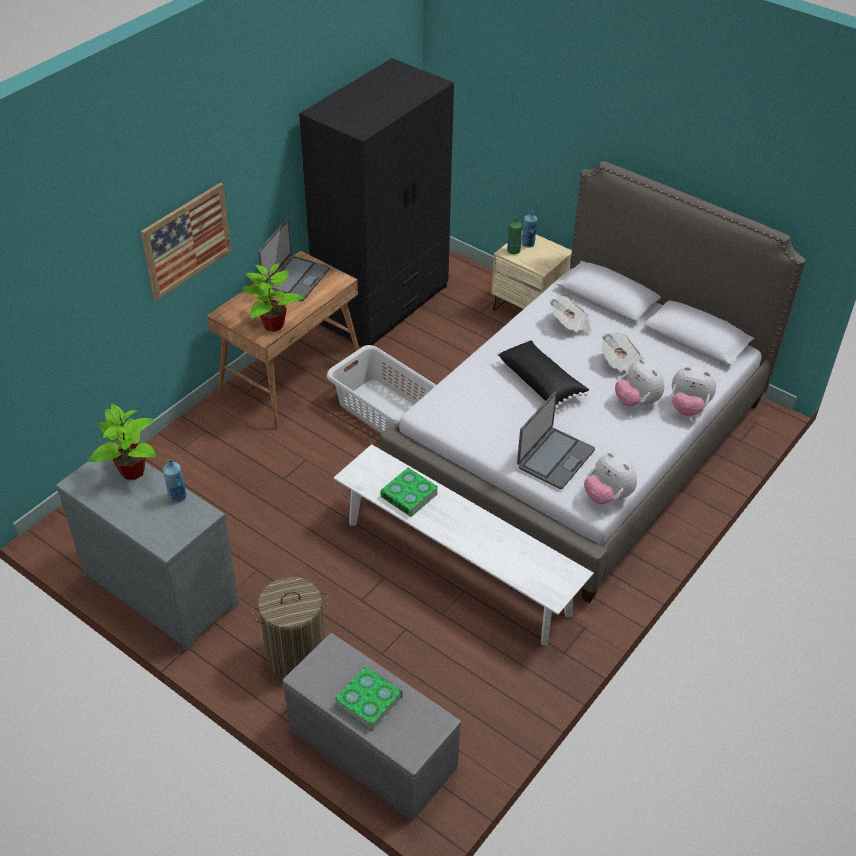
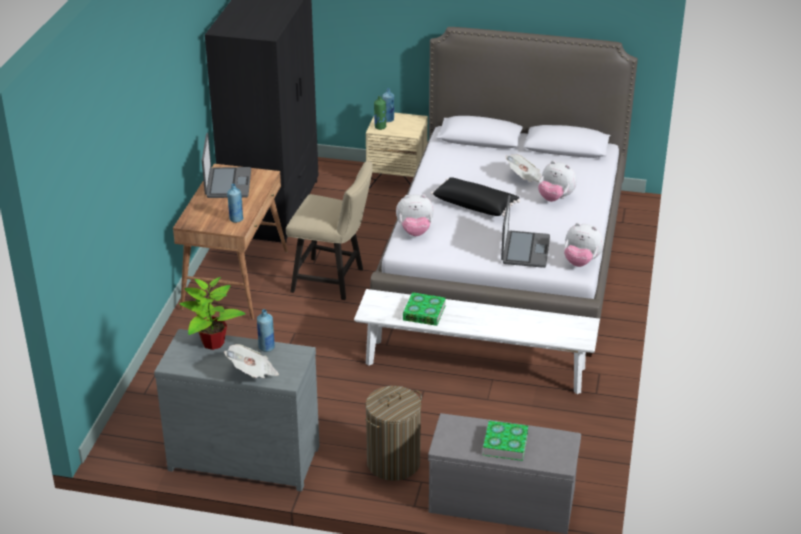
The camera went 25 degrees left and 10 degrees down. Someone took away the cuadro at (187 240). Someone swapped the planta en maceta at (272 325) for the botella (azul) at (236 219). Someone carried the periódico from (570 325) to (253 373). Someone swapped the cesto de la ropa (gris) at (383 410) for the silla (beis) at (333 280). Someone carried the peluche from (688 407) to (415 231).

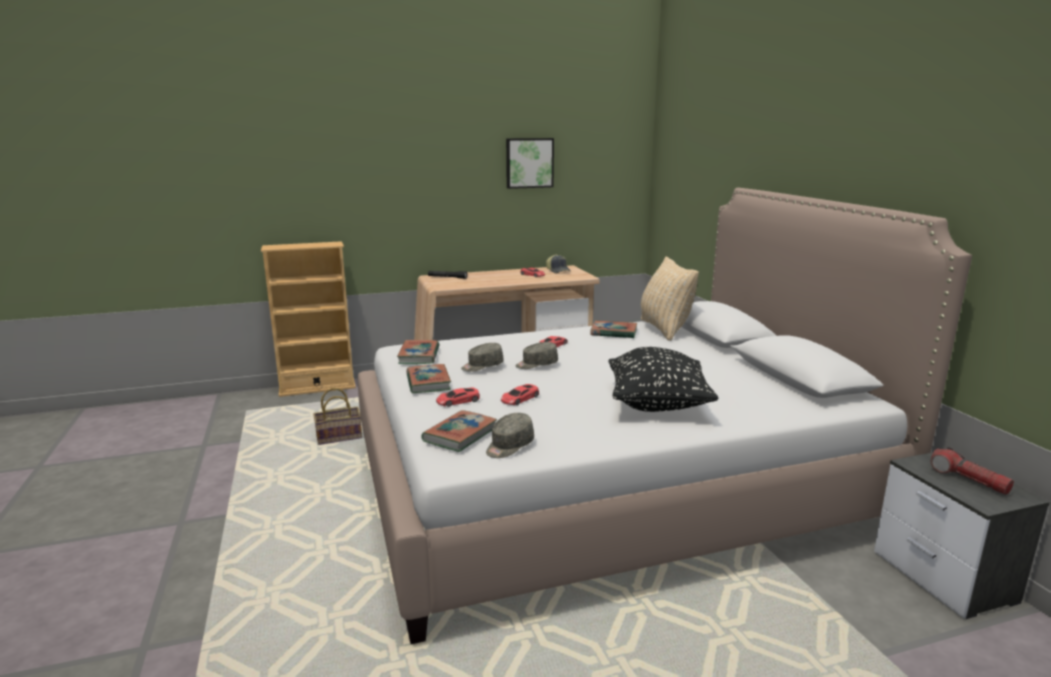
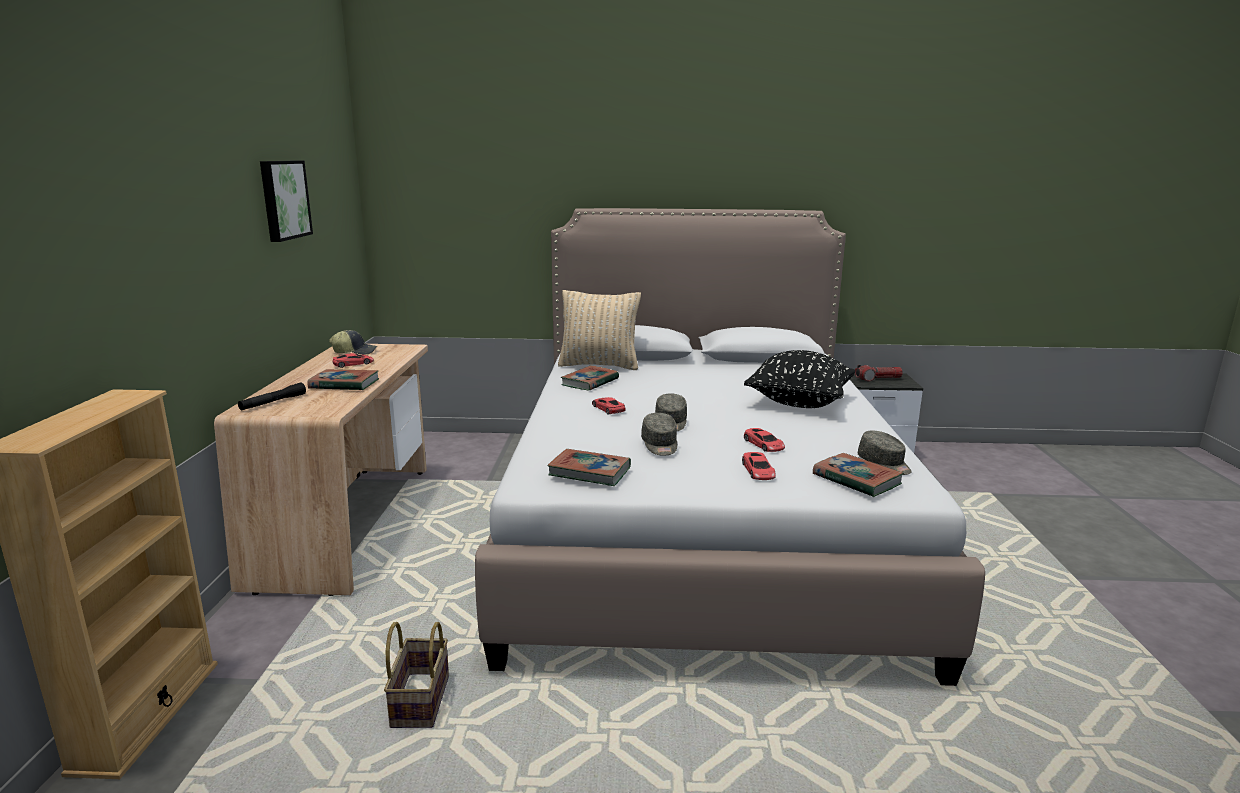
The camera went 70 degrees left and 0 degrees up. Someone carried the libro from (428 382) to (344 384).

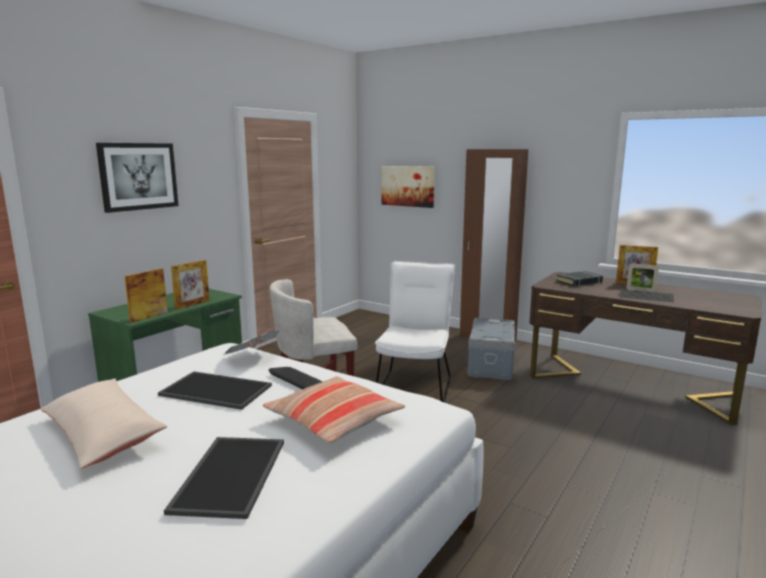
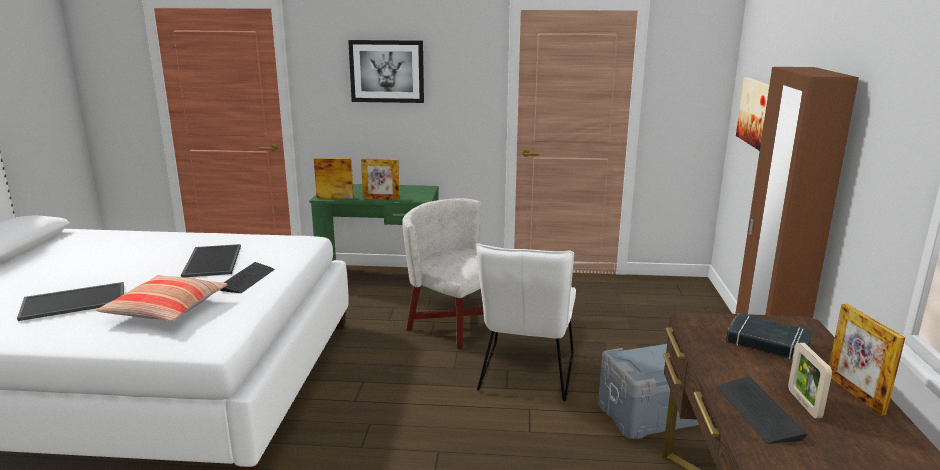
The camera went 60 degrees right and 5 degrees up. Someone rotated the silla (blanco) at (415 386) by 120 degrees clockwise. Someone took away the periódico at (252 357). Someone took away the cojín (beis) at (102 434).

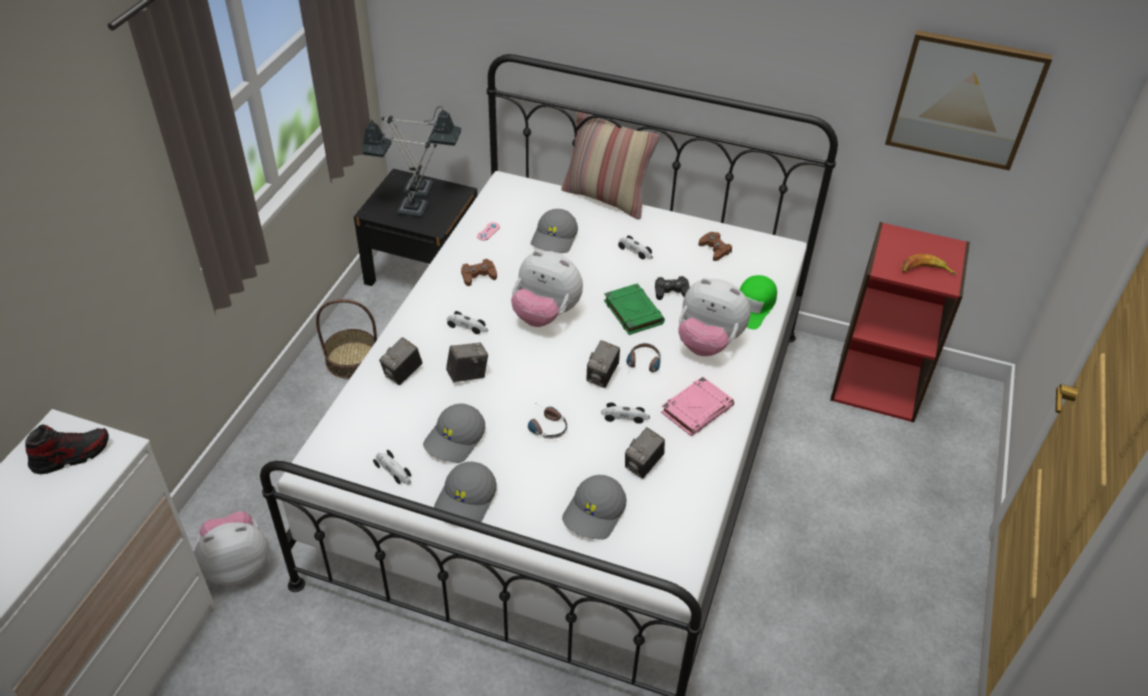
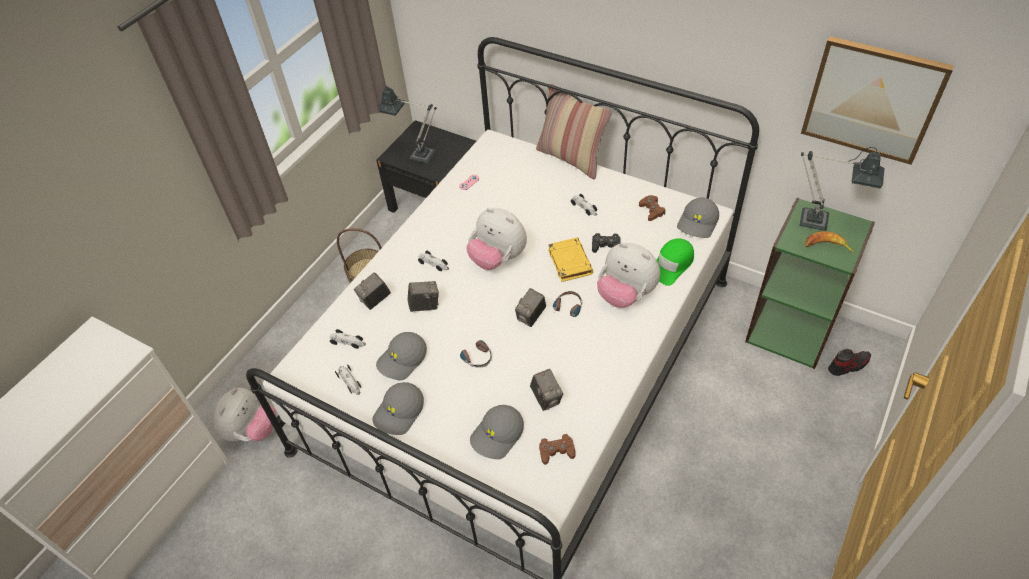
The camera went 15 degrees right and 5 degrees up. Someone carried the lámpara de mesa from (426 189) to (822 222). Someone carried the gorra (gris) from (555 238) to (698 223). Someone repainted the estantería (rojo) at (877 382), which became the estantería (verde) at (790 330). Someone carried the mando de consola (marrón) from (478 276) to (556 451). Someone repainted the libro (verde) at (632 312), which became the libro (amarillo) at (569 261). Someone took away the libro (rosa) at (697 409). Someone carried the coche de juguete from (625 417) to (348 342). Someone carried the zapato from (71 455) to (848 365). Someone rotated the cámara at (643 465) by 75 degrees counterclockwise. Someone rotated the peluche at (237 565) by 120 degrees clockwise.

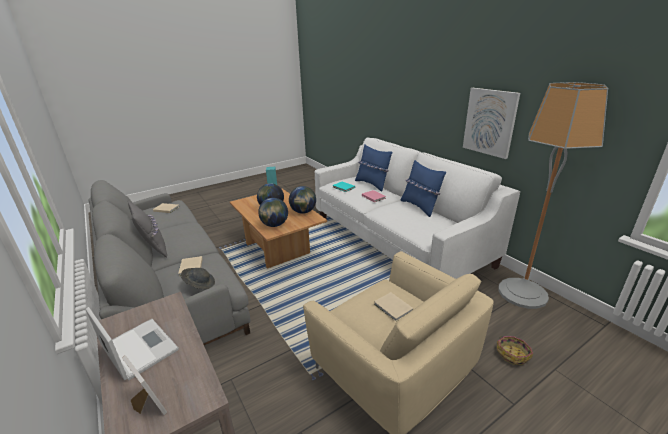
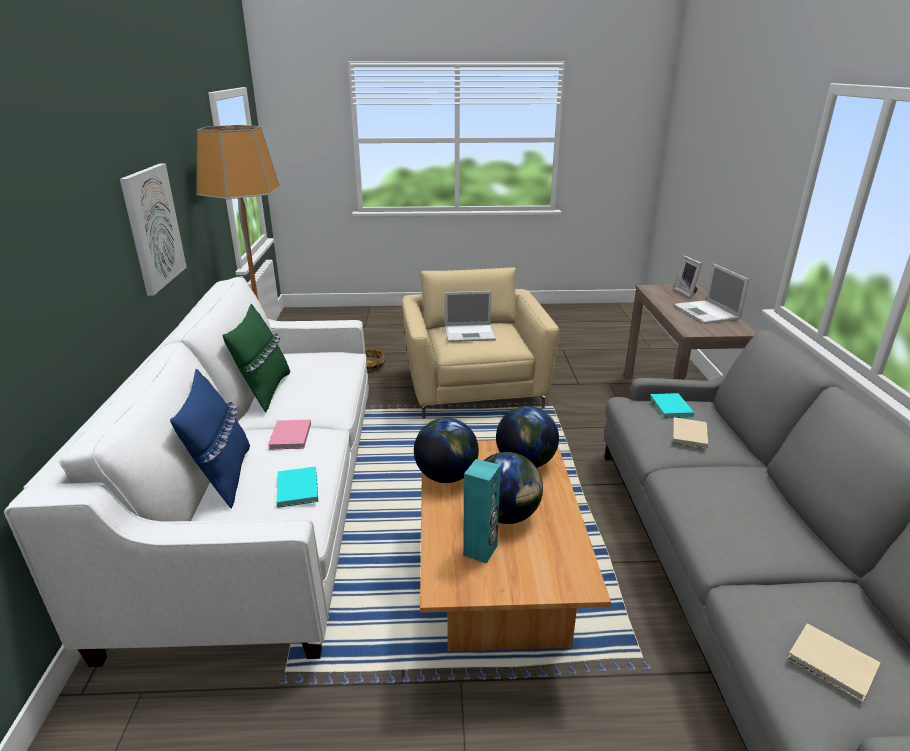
The camera went 150 degrees left and 0 degrees up. Someone repainted the cojín (azul) at (420 207), which became the cojín (verde) at (265 391). Someone took away the cojín (gris) at (153 248). Someone swapped the sombrero (gris) at (200 284) for the libro (turquesa) at (670 408). Someone swapped the libro (beis) at (393 308) for the portátil at (470 333).

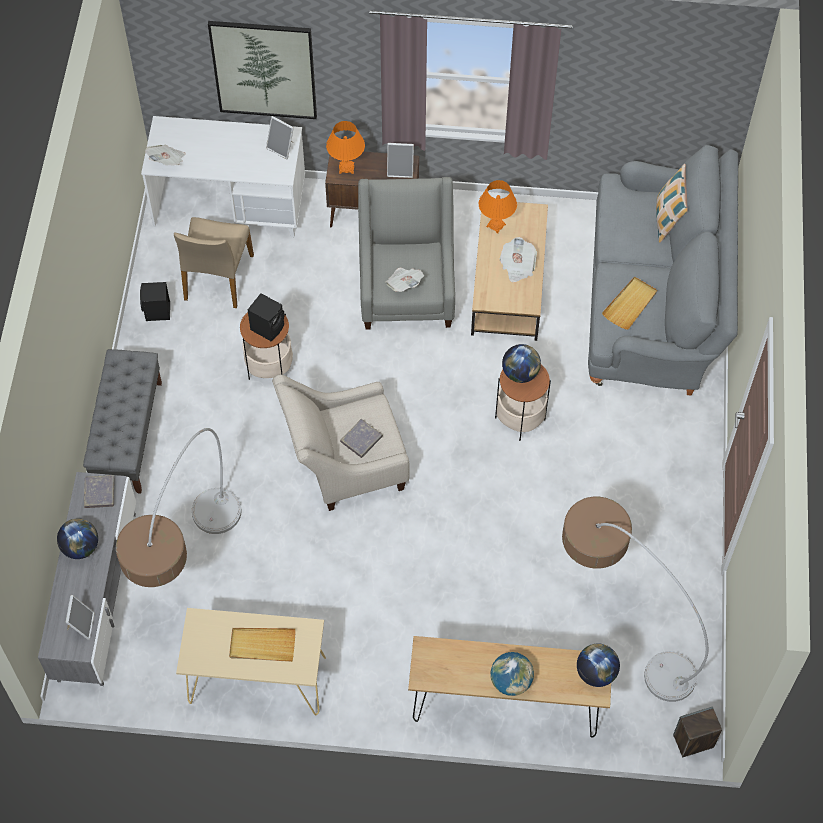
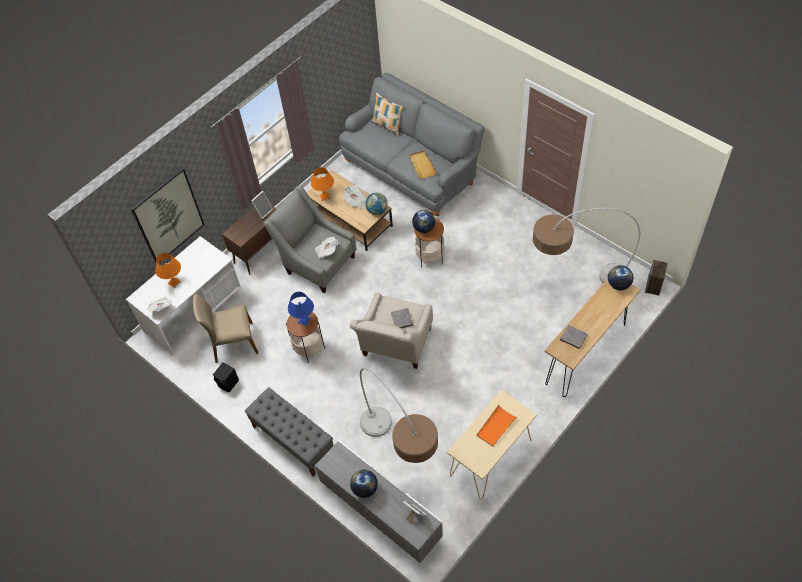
The camera went 50 degrees left and 5 degrees down. Someone took away the portarretratos at (282 148). Someone carried the lámpara de mesa (naranja) from (346 168) to (174 282). Someone rotated the silla (beis) at (217 278) by 120 degrees clockwise. Someone swapped the altavoz (negro) at (268 327) for the lámpara de mesa (azul) at (304 321). Someone carried the libro (gris) from (99 493) to (573 337). Someone repainted the bandeja (beis) at (262 645), which became the bandeja (naranja) at (496 427). Someone carried the globo terráqueo from (511 681) to (377 211).

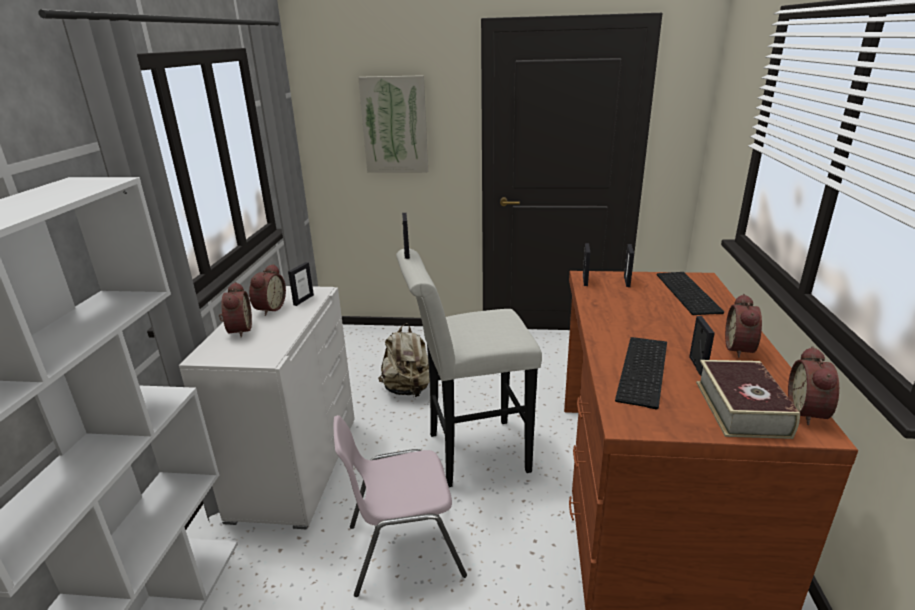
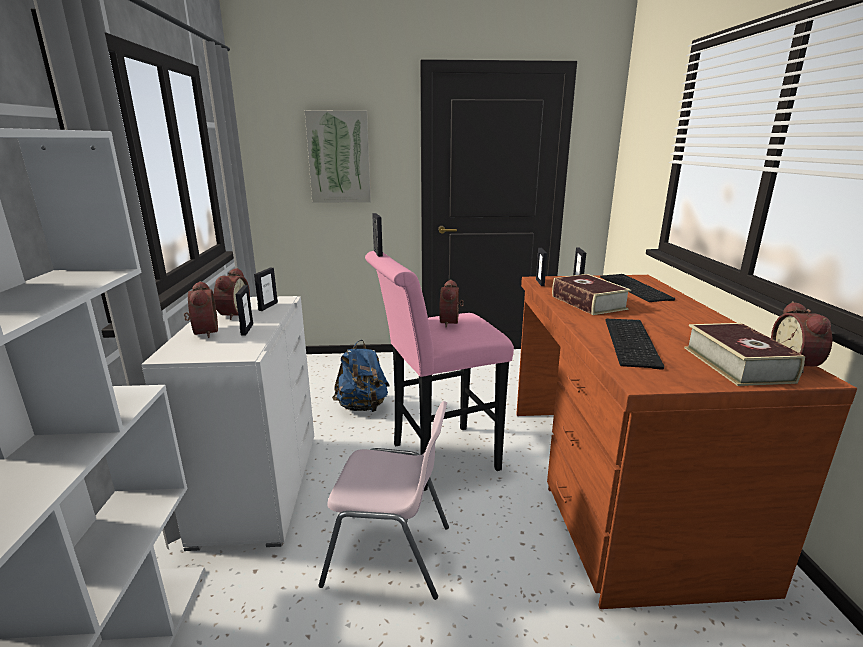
The camera went 10 degrees left and 5 degrees down. Someone repainted the taburete (blanco) at (469 453), which became the taburete (rosa) at (437 458). Someone carried the despertador from (741 349) to (451 322). Someone carried the portarretratos from (697 366) to (247 329). Someone repainted the mochila (beis) at (408 390), which became the mochila (azul) at (363 407). Someone rotated the silla (rosa) at (403 549) by 150 degrees counterclockwise. Someone put down the libro at (588 302).

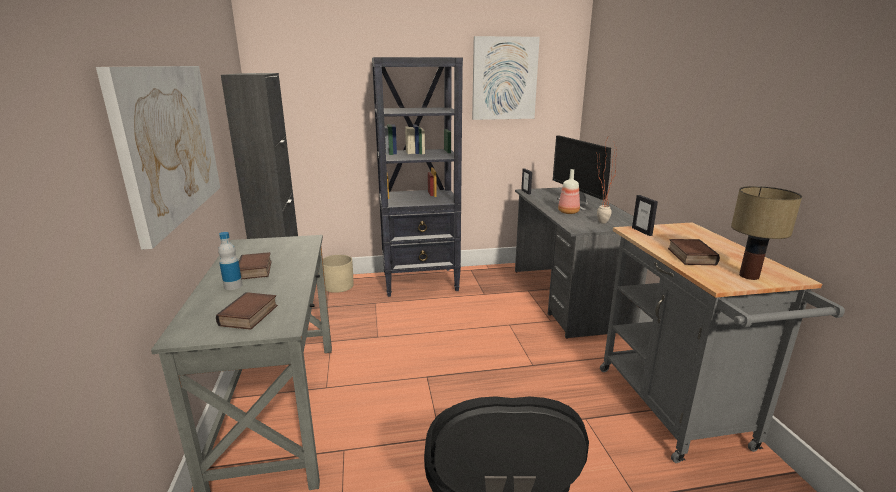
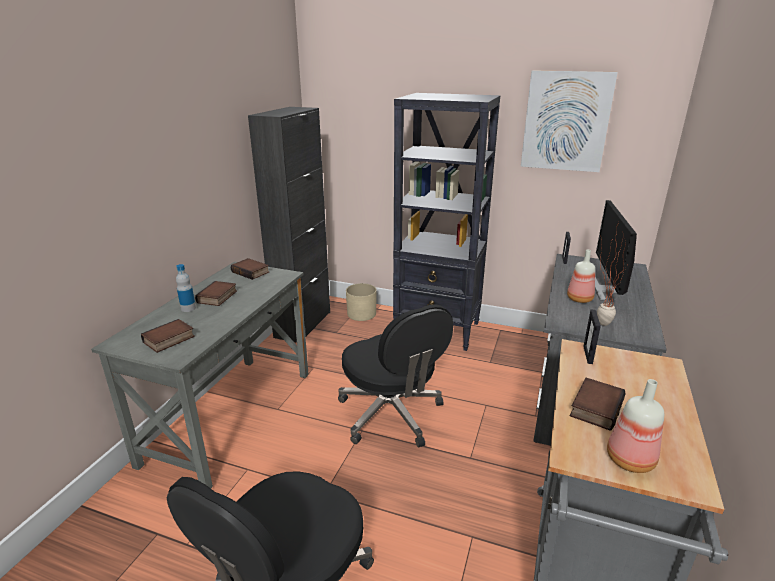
The camera went 30 degrees right and 5 degrees up. Someone took away the cuadro at (169 143). Someone swapped the lámpara de mesa at (748 276) for the botella at (628 460). Someone put down the libro at (251 272). Someone put down the silla de oficina (negro) at (391 414).

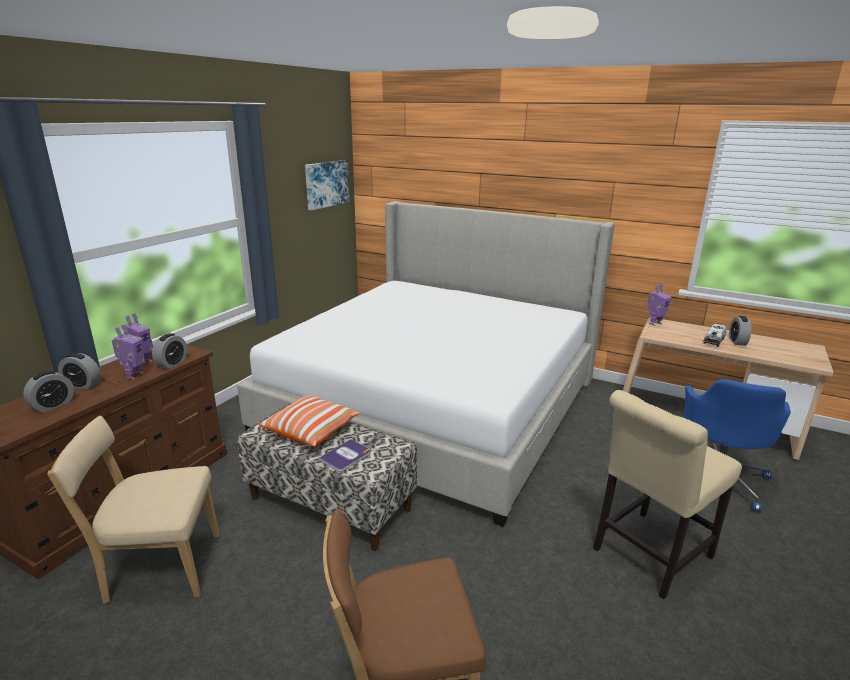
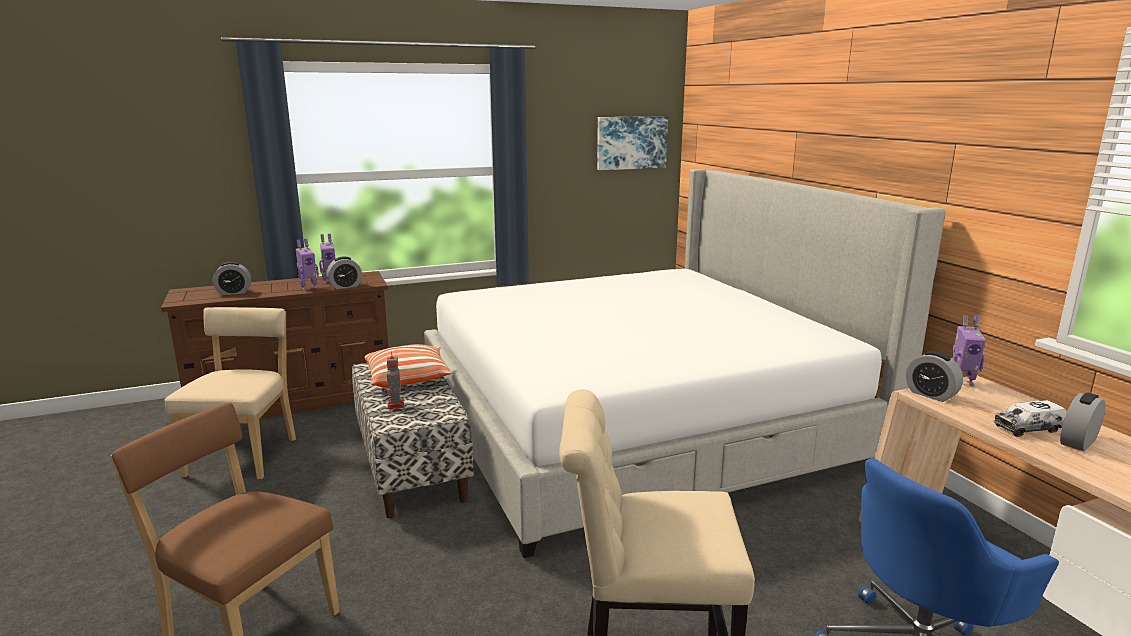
The camera went 40 degrees right and 5 degrees down. Someone carried the despertador from (82 385) to (930 394). Someone rotated the silla (beis) at (159 567) by 60 degrees clockwise. Someone swapped the libro at (345 456) for the robot de juguete at (395 406).

